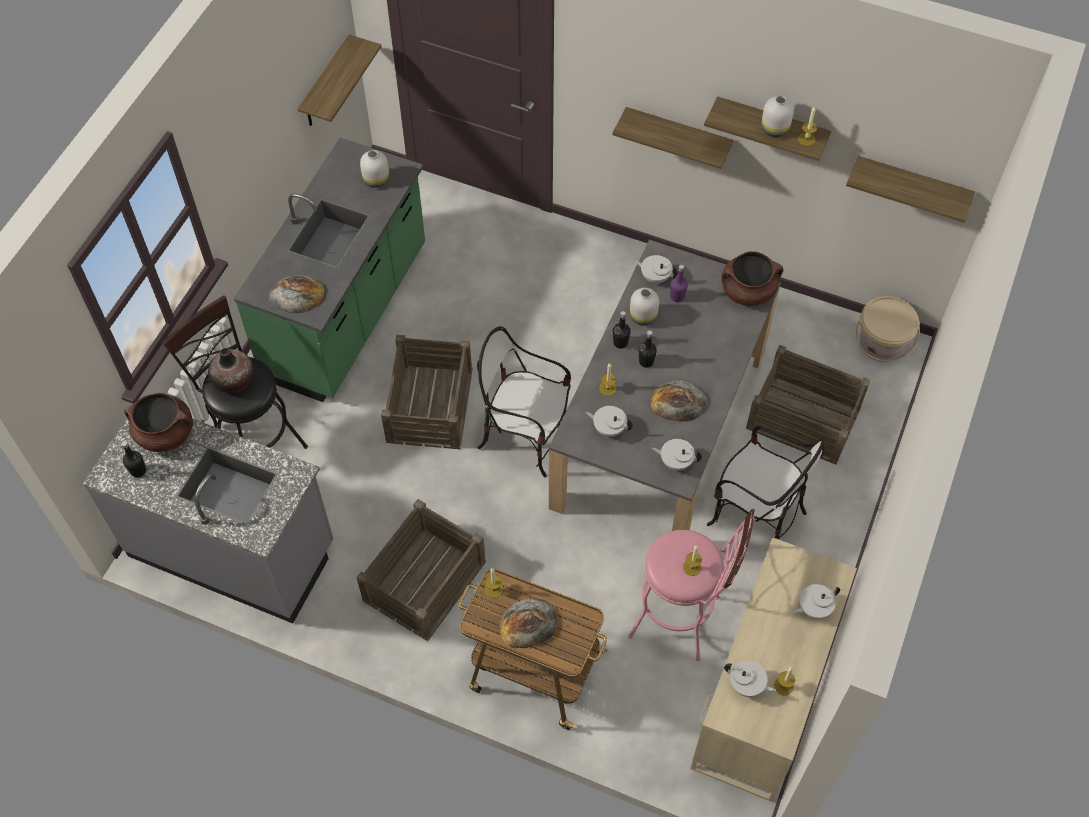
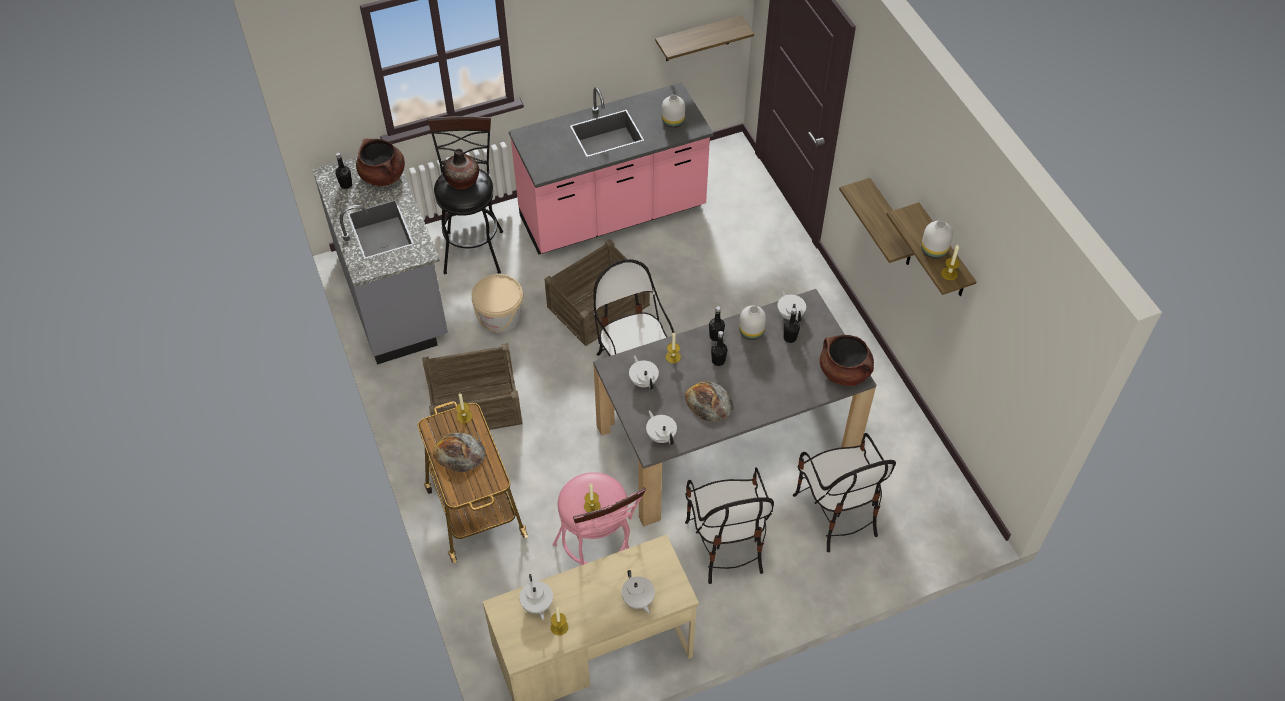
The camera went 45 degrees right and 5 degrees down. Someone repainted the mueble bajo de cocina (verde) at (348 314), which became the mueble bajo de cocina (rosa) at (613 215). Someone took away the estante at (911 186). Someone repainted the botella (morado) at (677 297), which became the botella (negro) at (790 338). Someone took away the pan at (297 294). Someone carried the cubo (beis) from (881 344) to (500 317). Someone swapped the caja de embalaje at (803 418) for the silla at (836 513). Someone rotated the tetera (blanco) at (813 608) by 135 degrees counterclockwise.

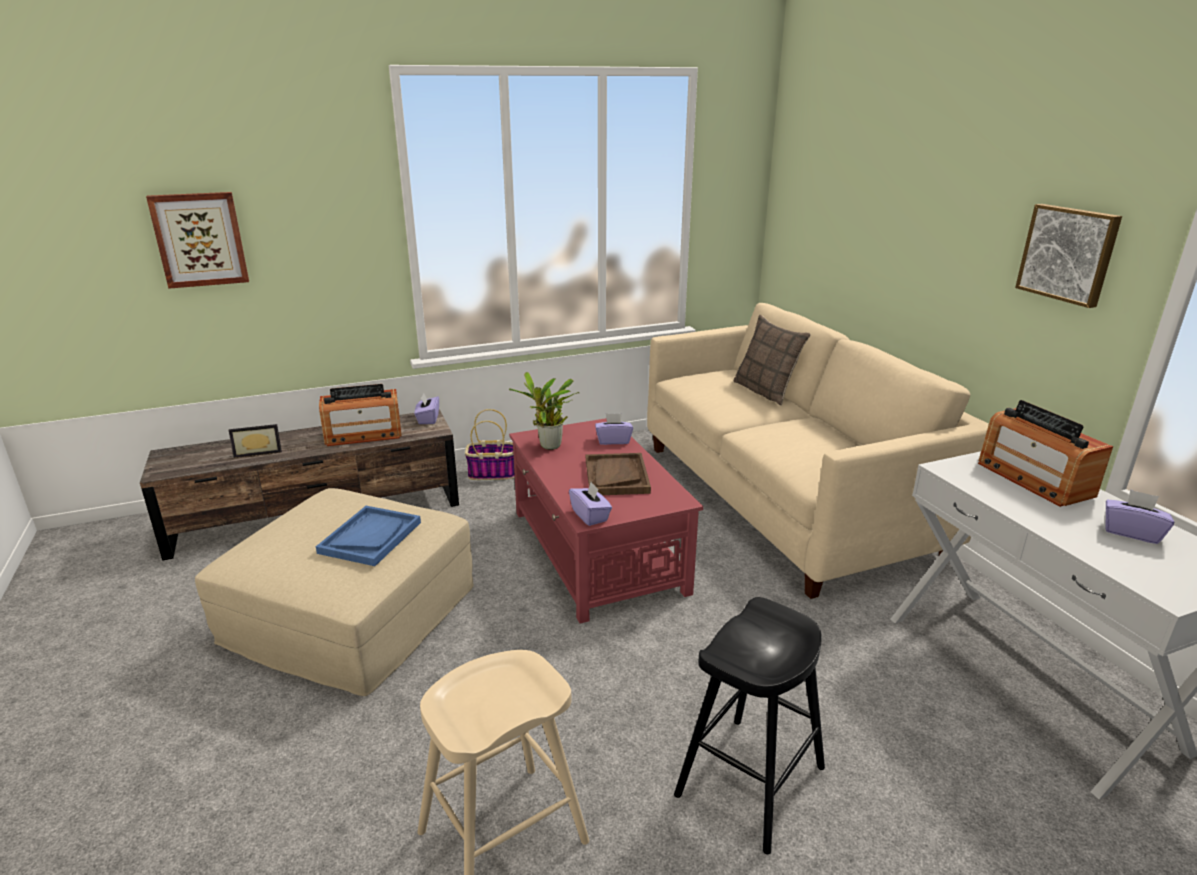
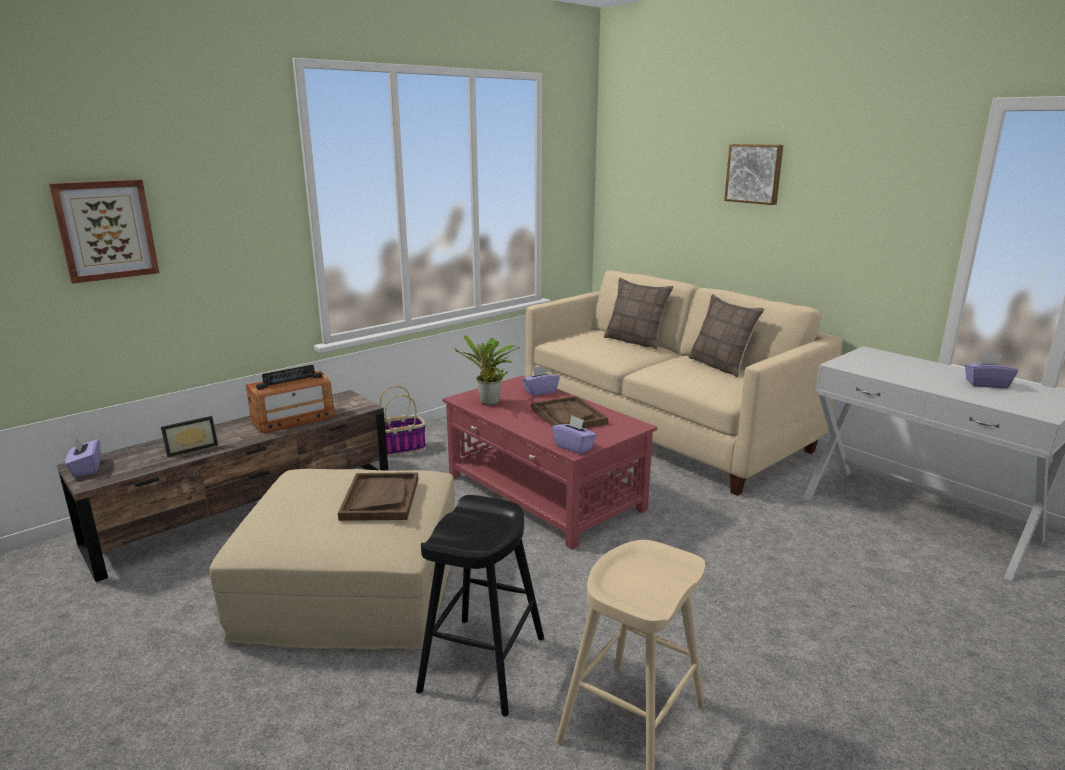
The camera went 20 degrees left and 5 degrees down. Someone carried the cuadro from (1068 254) to (754 173). Someone carried the caja de pañuelos (morado) from (428 419) to (86 468). Someone took away the radio at (1034 479). Someone repainted the bandeja (azul) at (370 537), which became the bandeja (marrón) at (380 498). Someone carried the taburete (negro) from (750 780) to (483 663). Someone put down the cojín at (720 366).

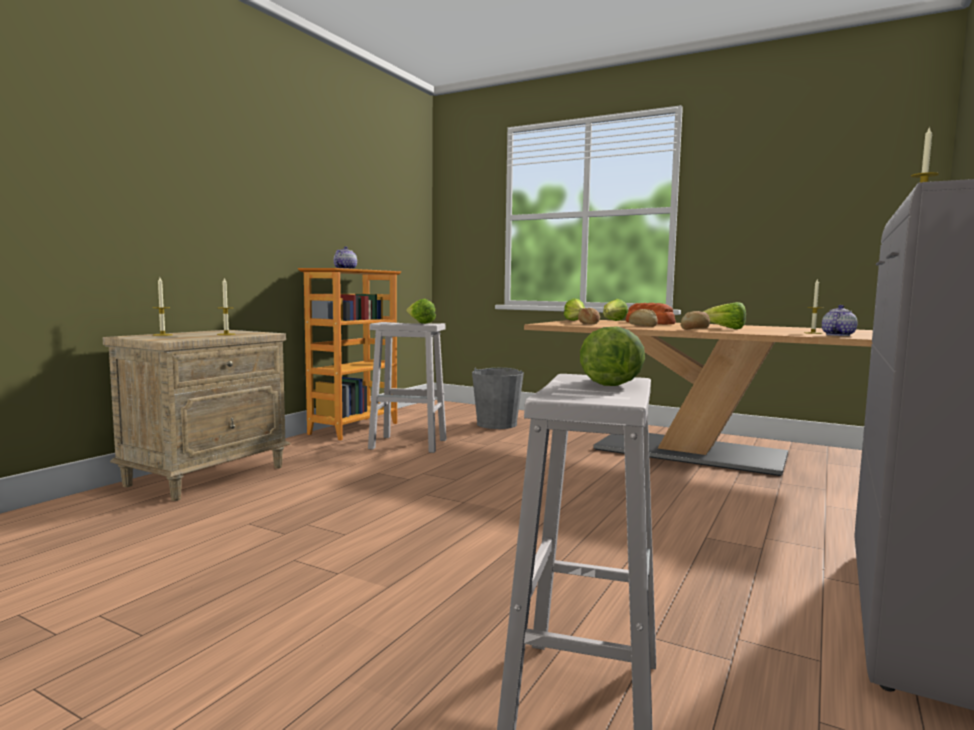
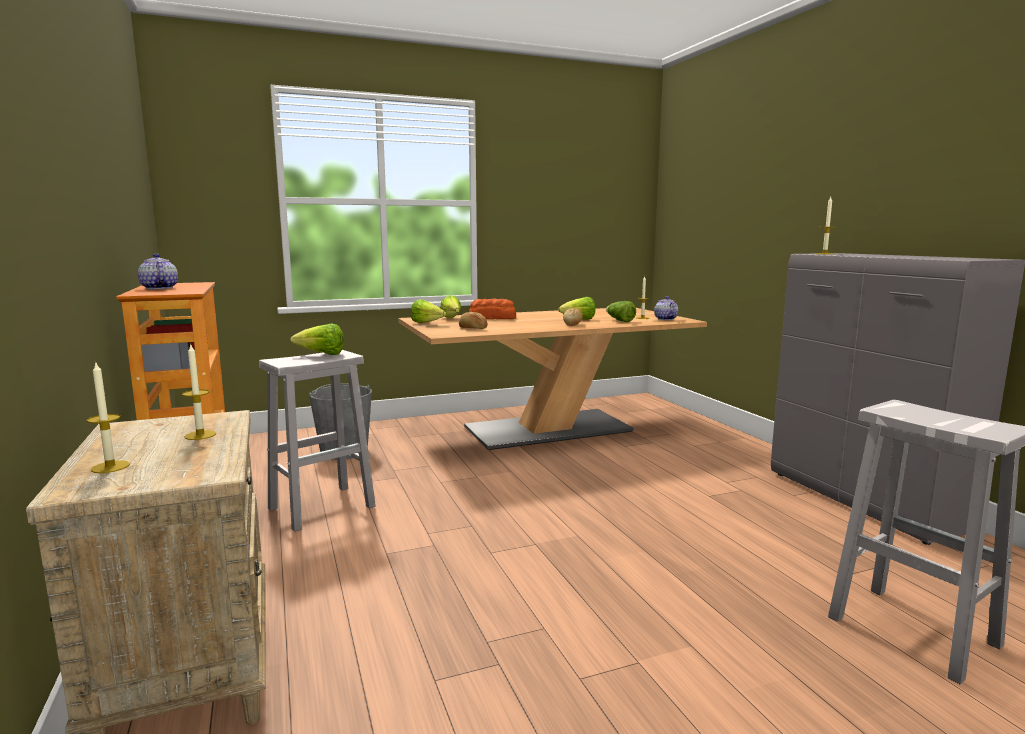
The camera went 50 degrees left and 5 degrees up. Someone took away the pan at (643 326). Someone carried the lechuga from (612 381) to (619 321).

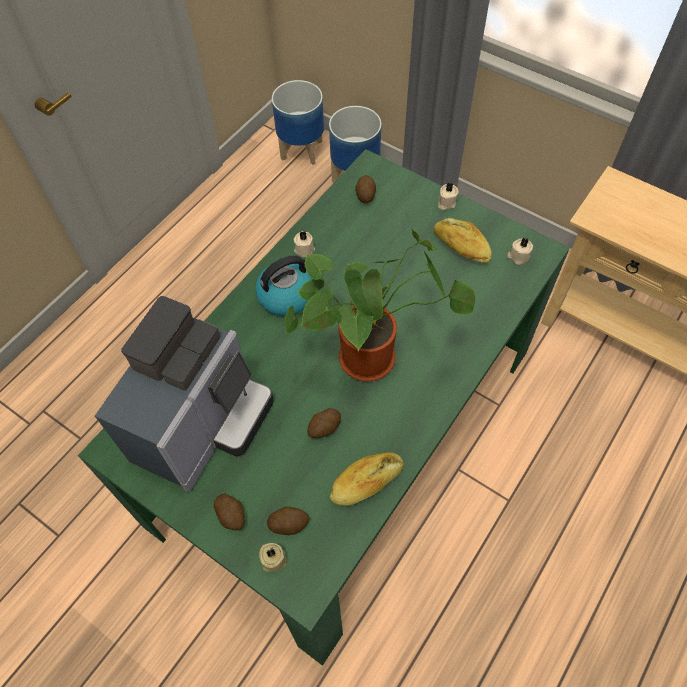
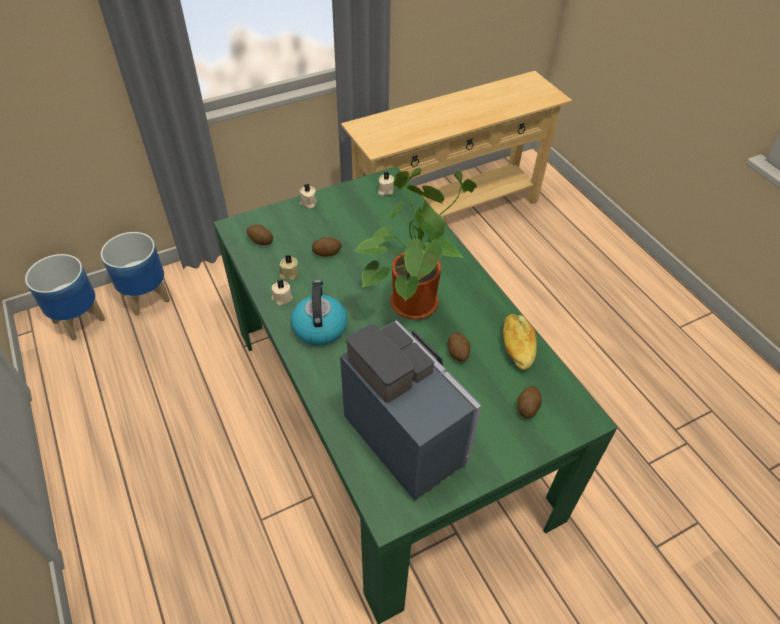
The camera went 65 degrees left and 10 degrees down. Someone took away the pan at (461 247). Someone carried the patata from (231 515) to (327 252). Someone carried the vela (beis) from (273 559) to (289 274).

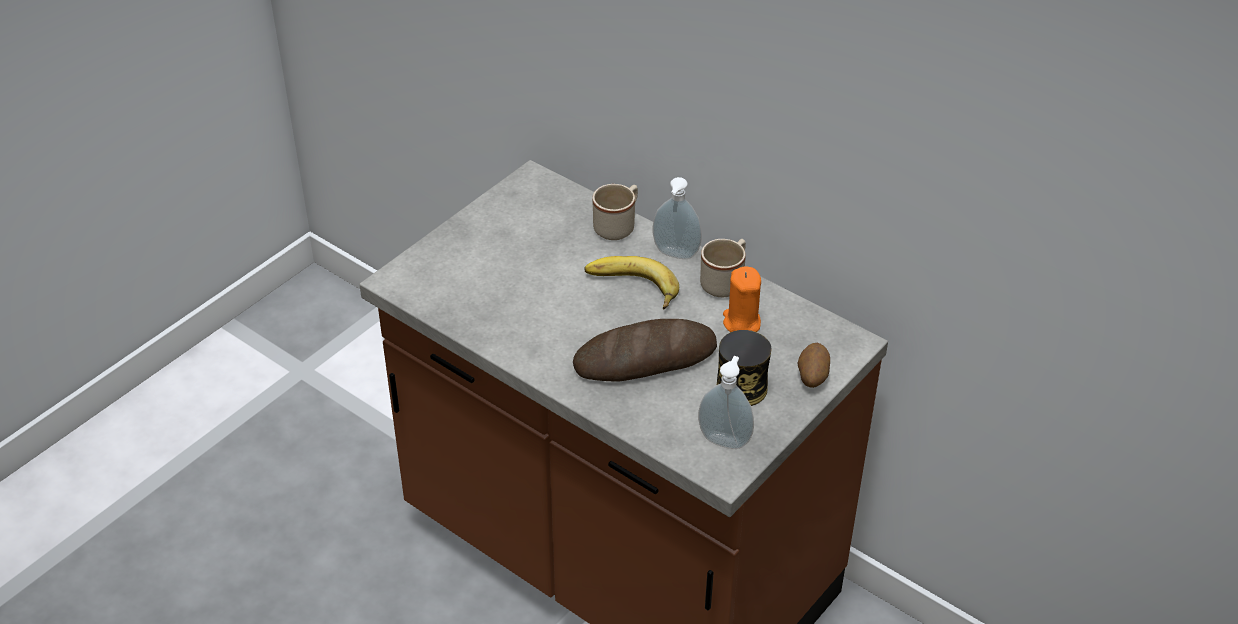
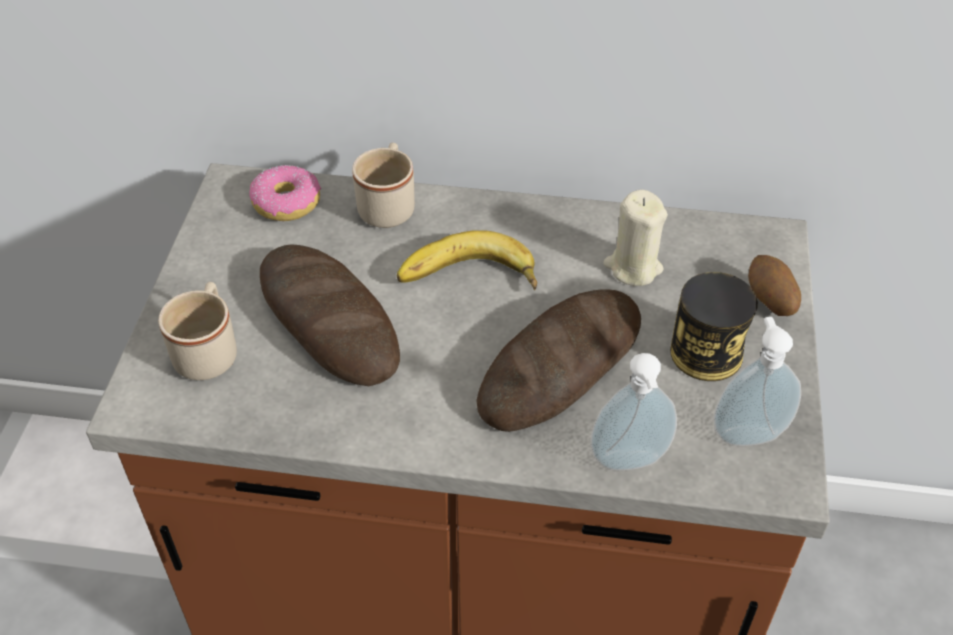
The camera went 30 degrees left and 5 degrees up. Someone carried the dispensador de jabón from (675 255) to (630 464). Someone carried the taza grande (beis) from (725 282) to (209 351). Someone repainted the vela (naranja) at (741 322), which became the vela (beis) at (633 267). Someone put down the rosquilla at (287 203). Someone put down the pan at (328 321).

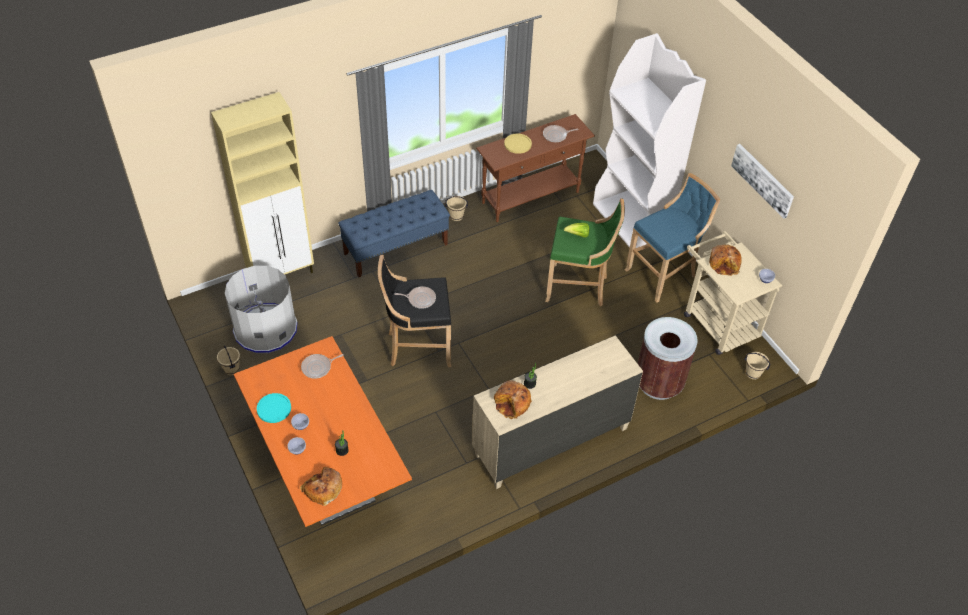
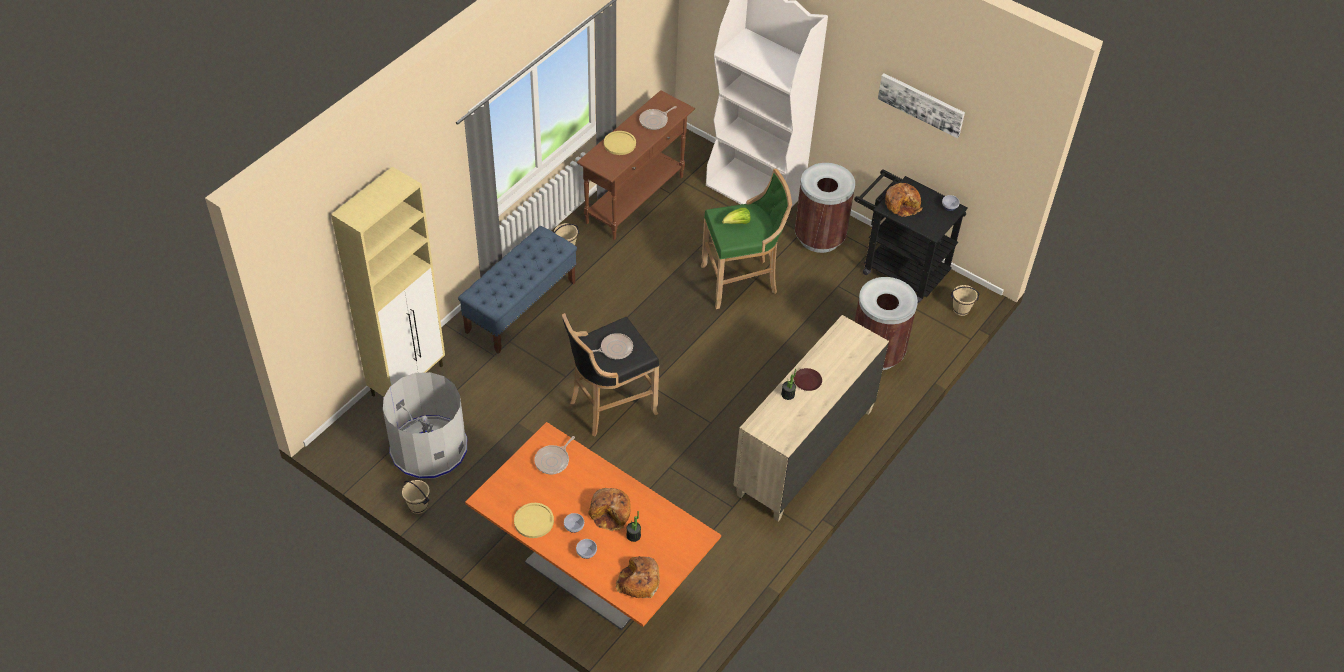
The camera went 25 degrees left and 0 degrees up. Someone swapped the taburete (azul) at (663 274) for the papelera (marrón) at (820 237). Someone repainted the carrito (beis) at (716 321), which became the carrito (negro) at (898 268). Someone carried the pan from (512 403) to (611 513). Someone repainted the plato (turquesa) at (274 408), which became the plato (amarillo) at (534 521). Someone put down the plato (marrón) at (807 381).

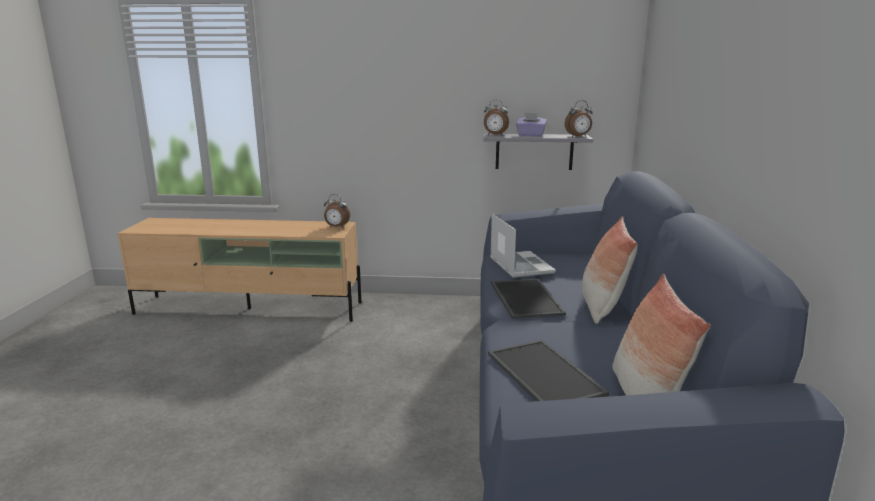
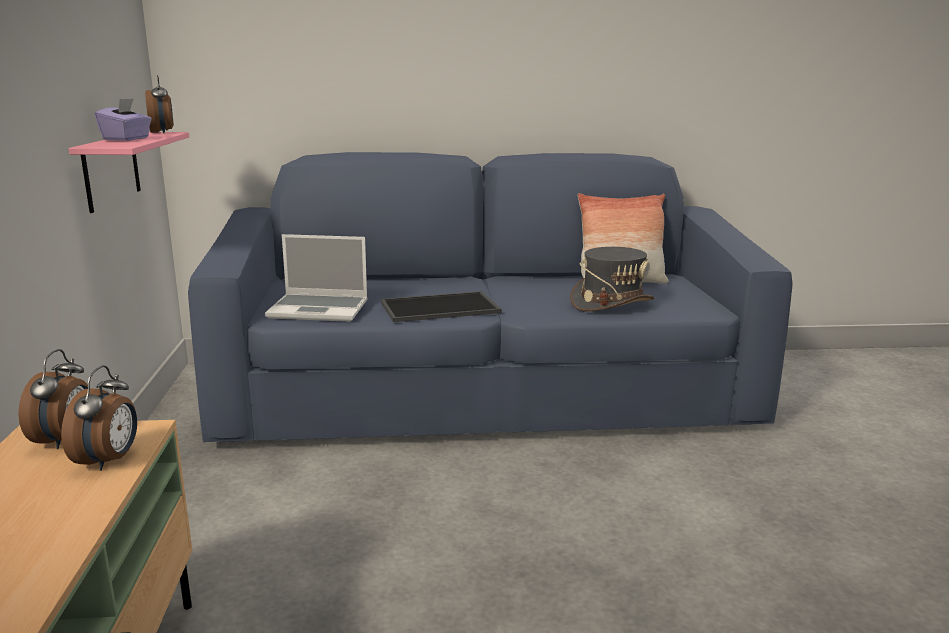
The camera went 100 degrees left and 0 degrees up. Someone carried the despertador from (495 135) to (109 460). Someone repainted the estante (gris) at (534 151), which became the estante (rosa) at (111 170). Someone rotated the portátil at (519 265) by 150 degrees counterclockwise. Someone took away the cojín at (602 307). Someone swapped the bandeja at (546 374) for the sombrero (gris) at (611 303).

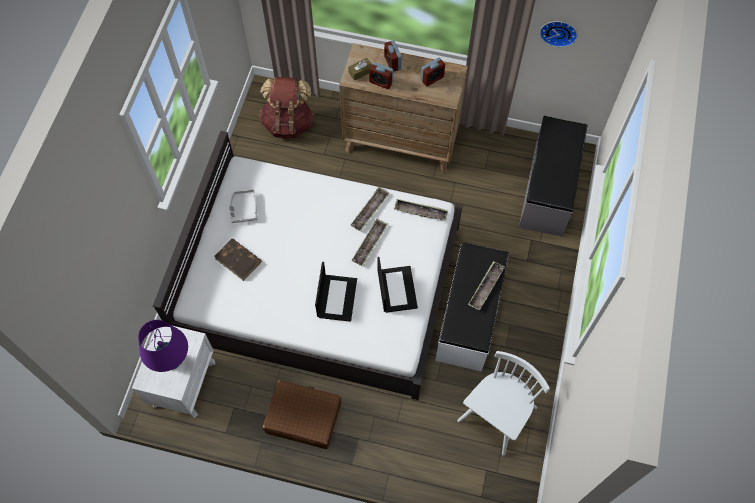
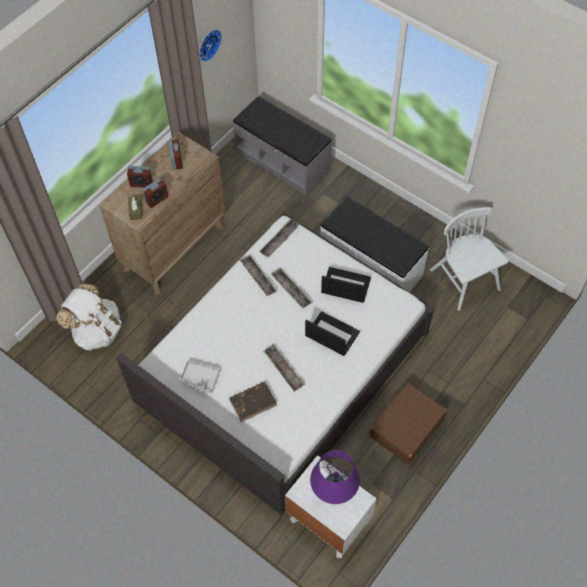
The camera went 65 degrees left and 5 degrees down. Someone repainted the mochila (marrón) at (288 123), which became the mochila (blanco) at (96 331). Someone carried the bandeja from (486 287) to (283 369).

